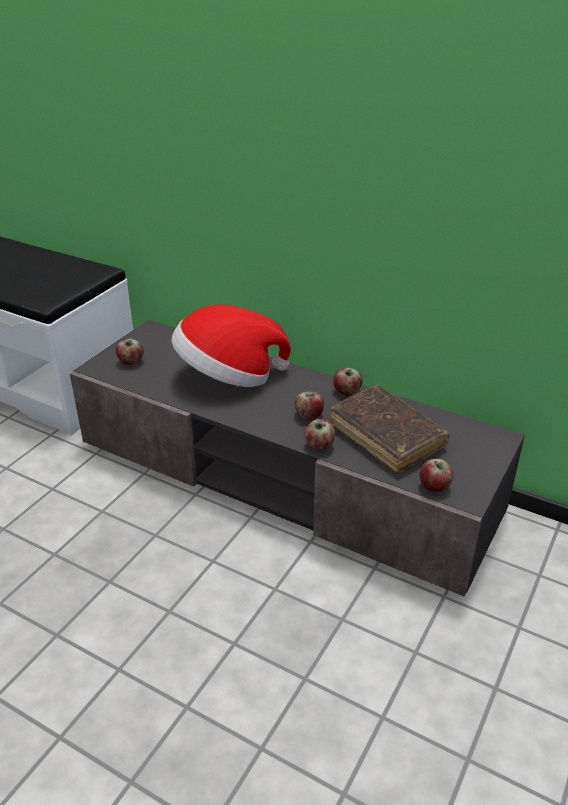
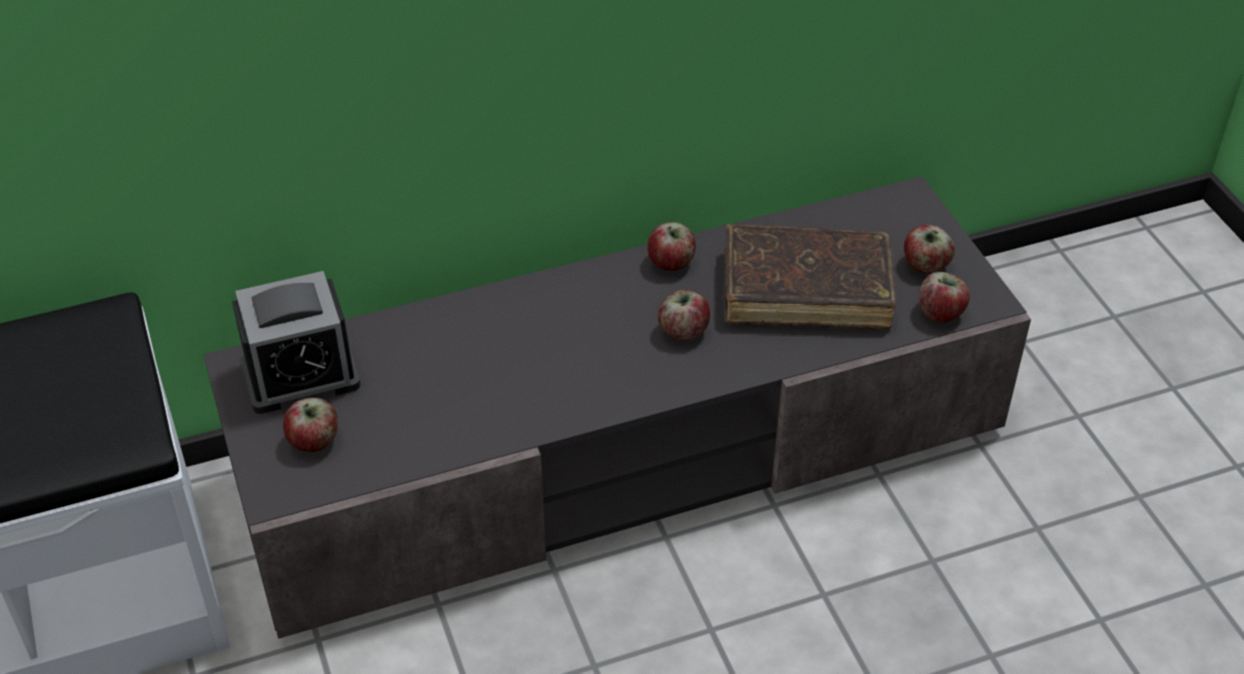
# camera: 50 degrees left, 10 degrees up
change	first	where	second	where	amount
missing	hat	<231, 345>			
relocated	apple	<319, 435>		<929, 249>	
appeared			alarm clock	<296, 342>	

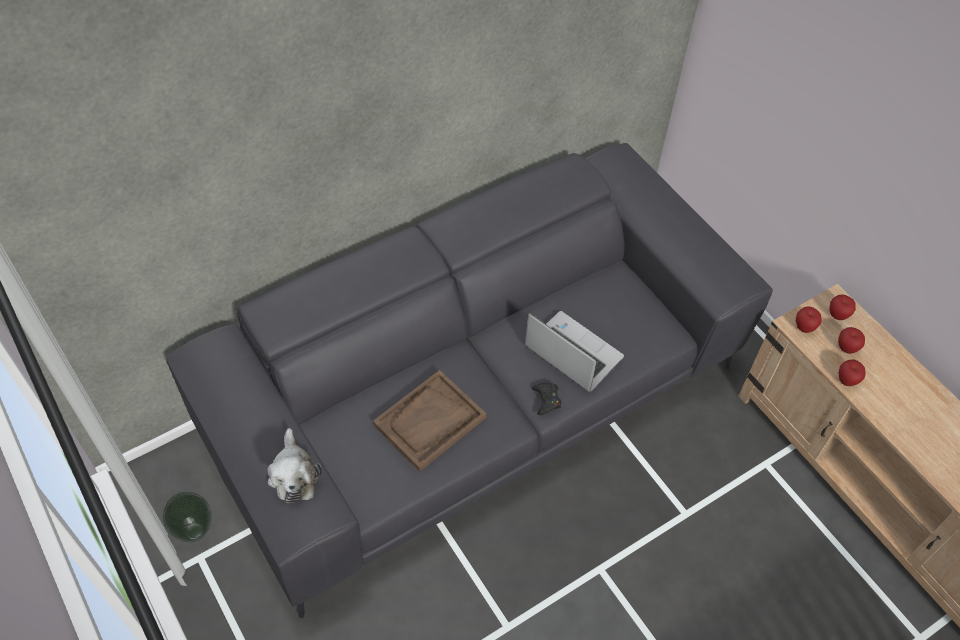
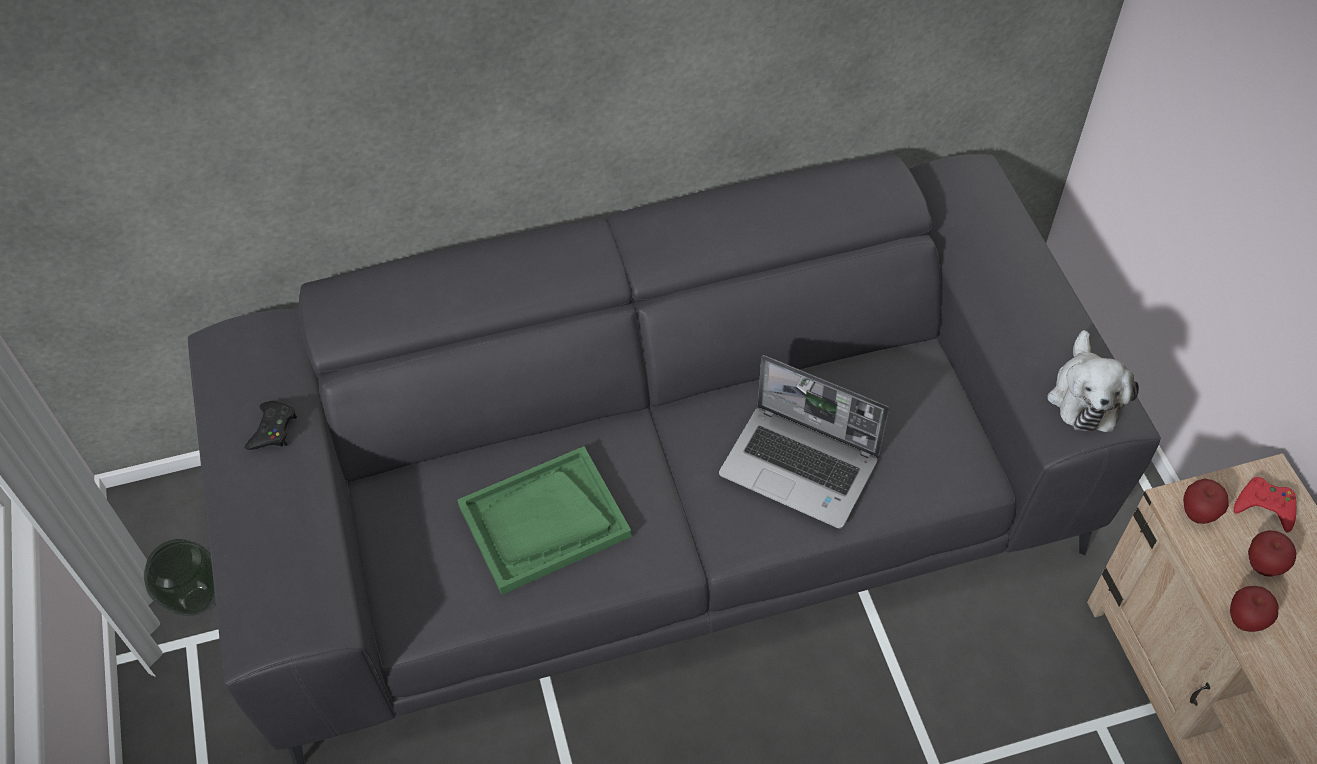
# camera: 20 degrees right, 0 degrees up
change	first	where	second	where	amount
relocated	plush toy	<294, 465>		<1093, 381>	
colour	brown tray	<429, 421>	green tray	<544, 520>	
spun	laptop	<574, 351>		<804, 442>	150 degrees clockwise
relocated	black game controller	<547, 399>		<271, 425>	
exchanged	apple	<842, 307>	red game controller	<1265, 505>	

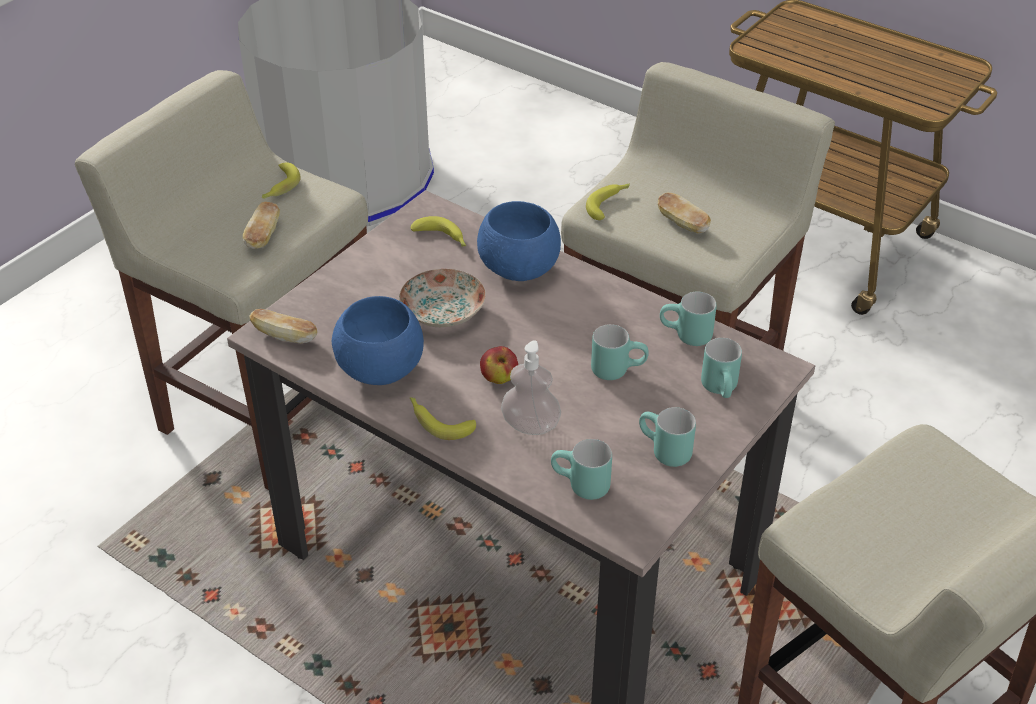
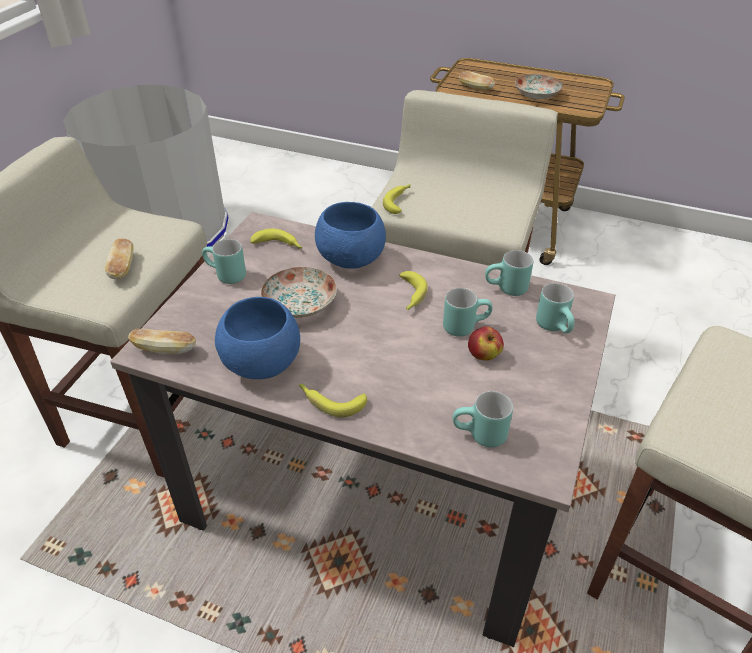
# camera: 15 degrees left, 0 degrees up
change	first	where	second	where	amount
relocated	banana	<281, 180>		<413, 290>	
relocated	apple	<499, 365>		<486, 343>	
missing	soap dispenser	<531, 387>			
relocated	turquoise mug	<667, 437>		<224, 261>	
relocated	bread	<684, 213>		<477, 80>	
appeared			plate	<539, 87>	

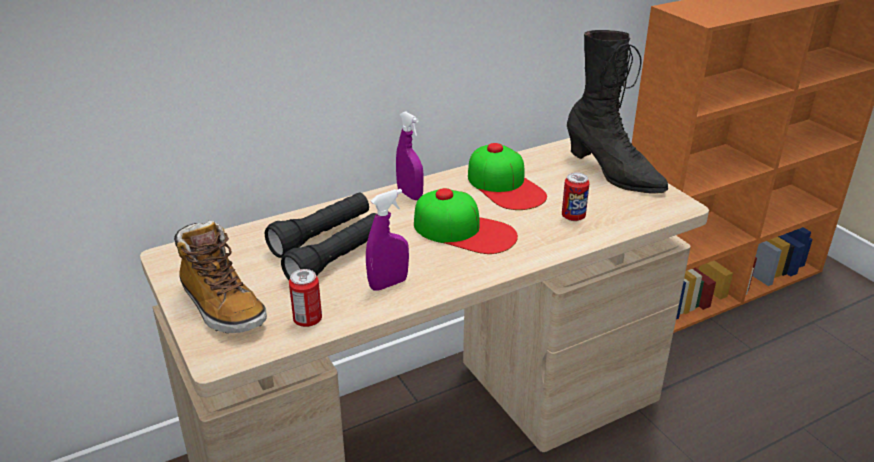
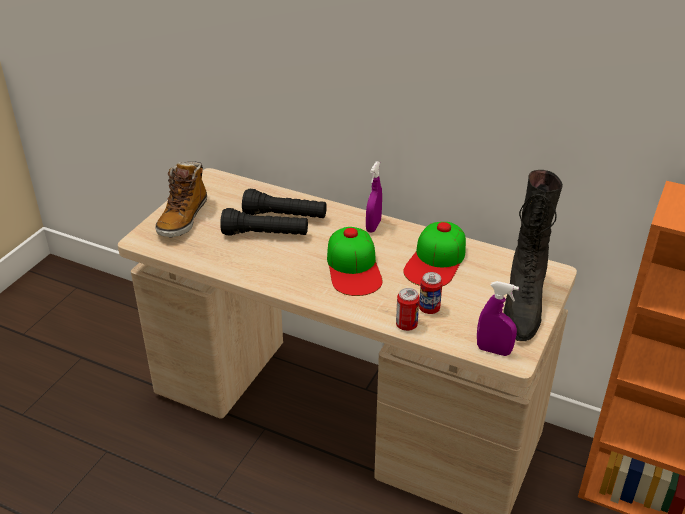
# camera: 55 degrees right, 5 degrees up
change	first	where	second	where	amount
relocated	can	<305, 298>		<408, 309>	
relocated	purple spray bottle	<387, 240>		<498, 318>	

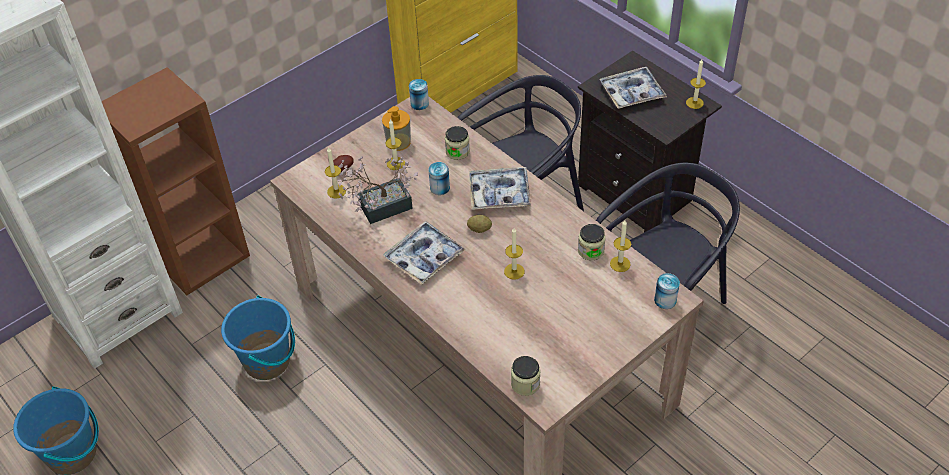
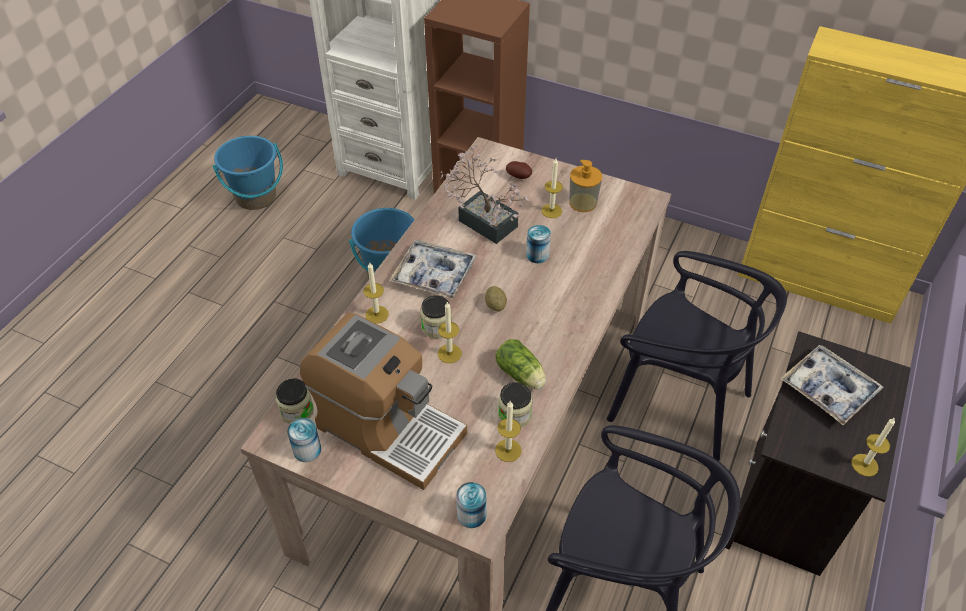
# camera: 65 degrees right, 0 degrees up
change	first	where	second	where	amount
relocated	candle	<335, 173>		<376, 293>	
relocated	can	<419, 94>		<304, 440>	
relocated	jar	<457, 143>		<436, 316>	
missing	tray	<500, 188>			
appeared			coffee machine	<383, 401>	
appeared			lettuce	<520, 364>	

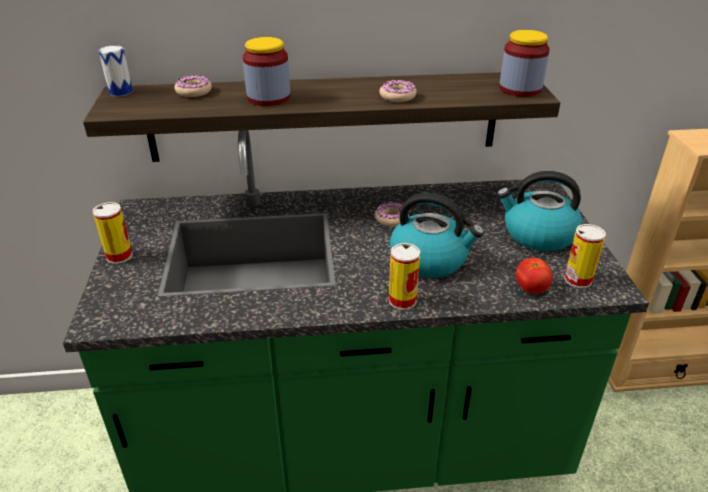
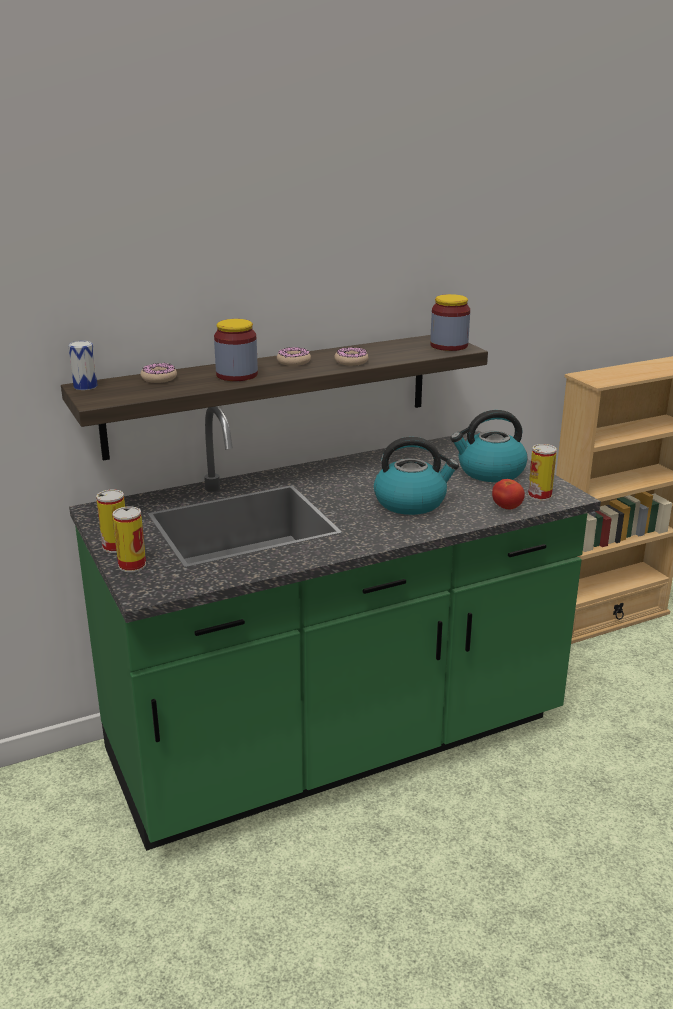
# camera: 20 degrees left, 10 degrees down
change	first	where	second	where	amount
relocated	donut	<392, 214>		<294, 356>	
relocated	can	<404, 276>		<129, 539>	

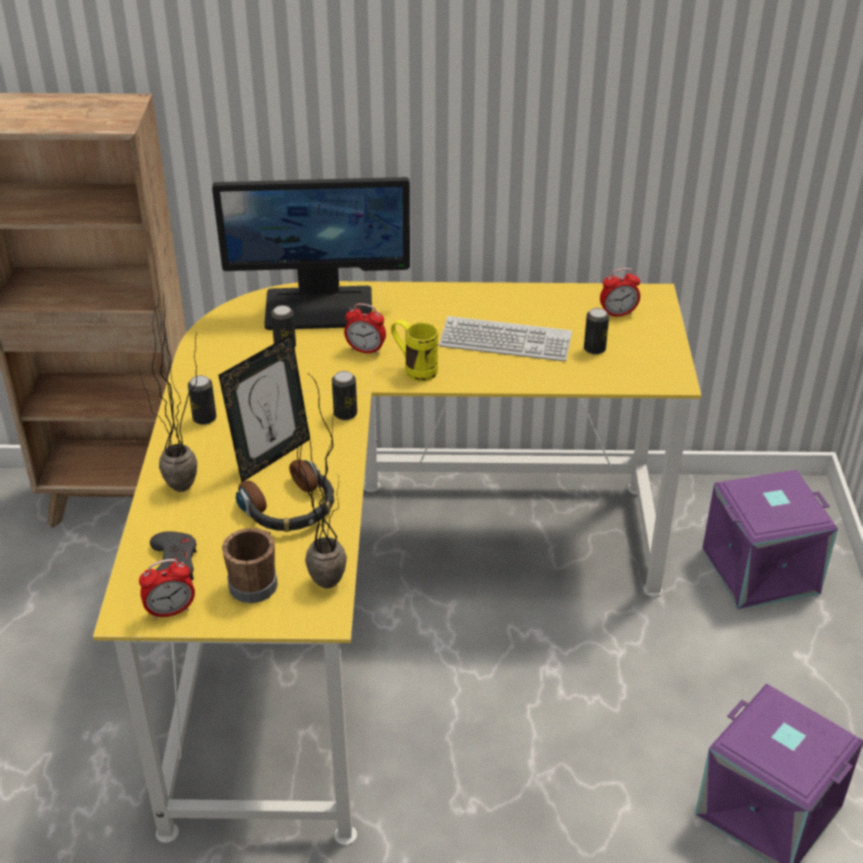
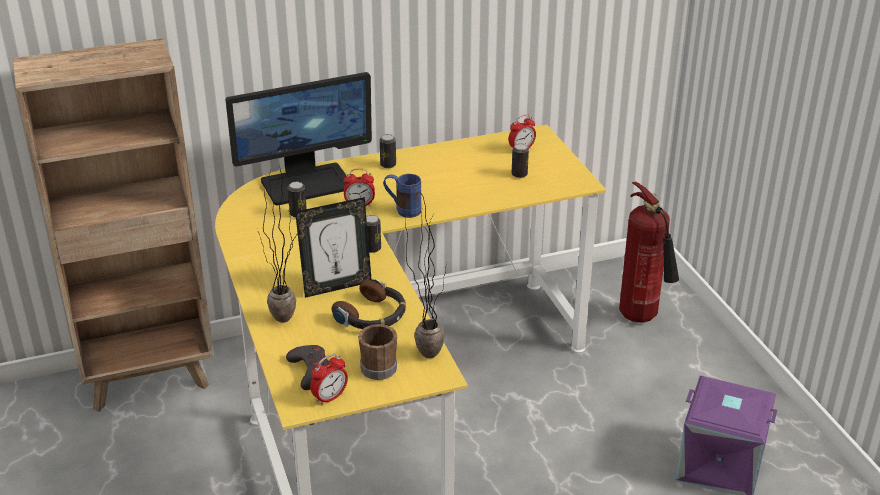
# camera: 20 degrees left, 5 degrees down
change	first	where	second	where	amount
relocated	can	<202, 400>		<388, 151>	
spun	picture frame	<263, 408>		<333, 247>	45 degrees clockwise
colour	yellow mug	<414, 350>	blue mug	<402, 196>	
missing	keyboard	<505, 338>			
exchanged	purple storage box	<770, 539>	fire extinguisher	<649, 252>	

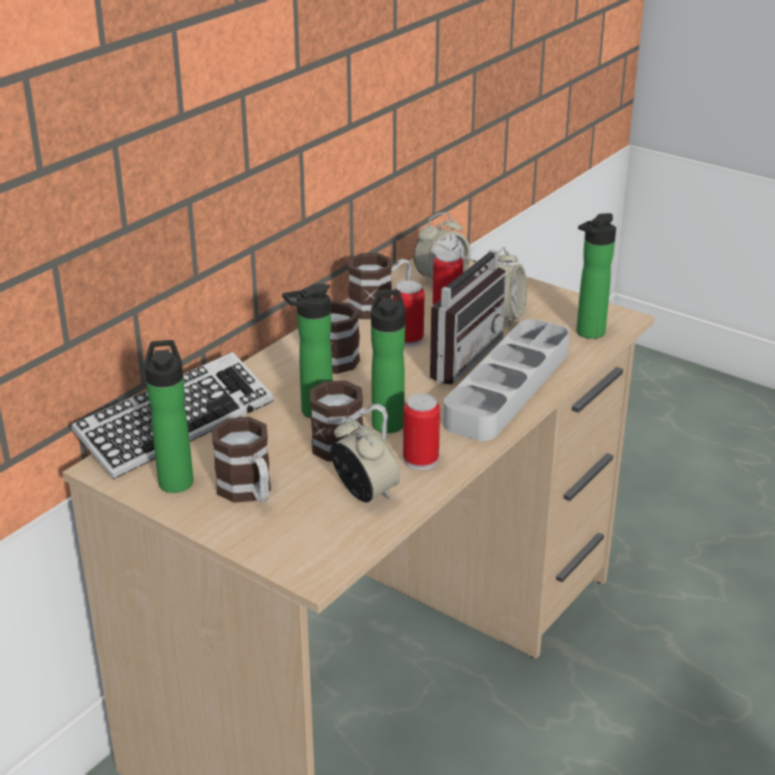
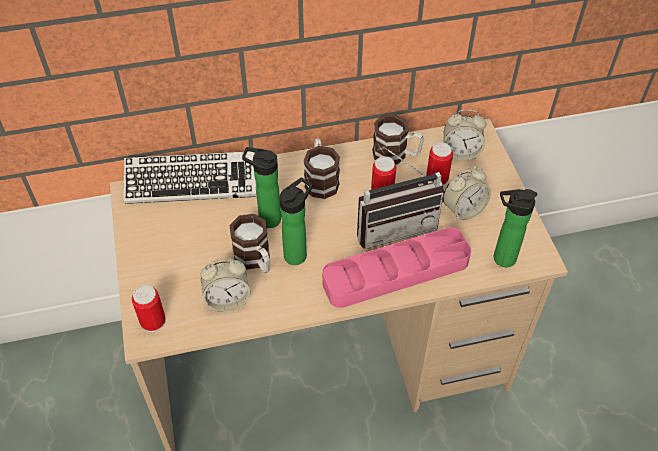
# camera: 40 degrees right, 20 degrees up
change	first	where	second	where	amount
missing	bottle	<169, 416>			
missing	mug	<241, 460>			
spun	alarm clock	<365, 459>		<225, 285>	75 degrees clockwise
relocated	can	<421, 432>		<149, 308>	
colour	grey tray	<506, 380>	pink tray	<396, 267>	

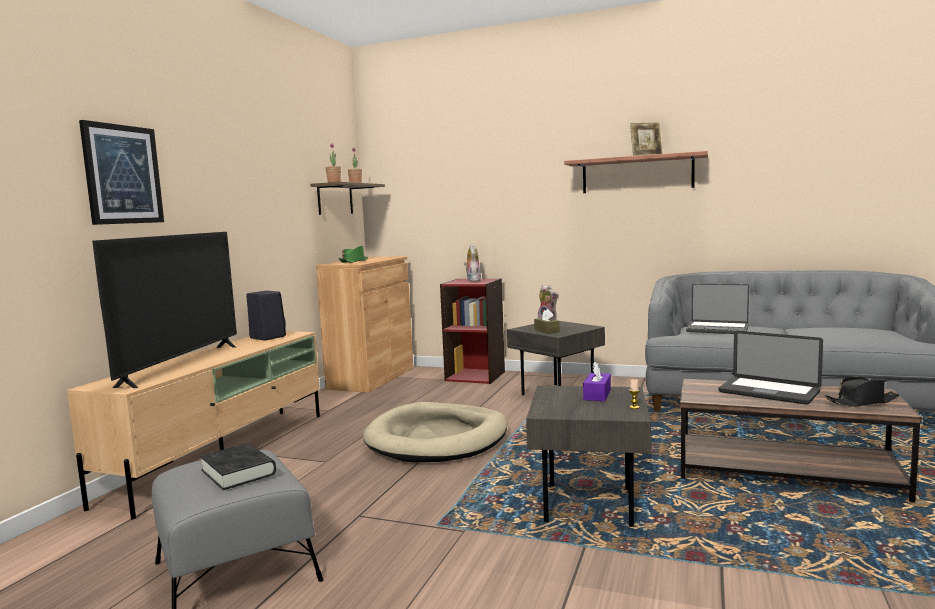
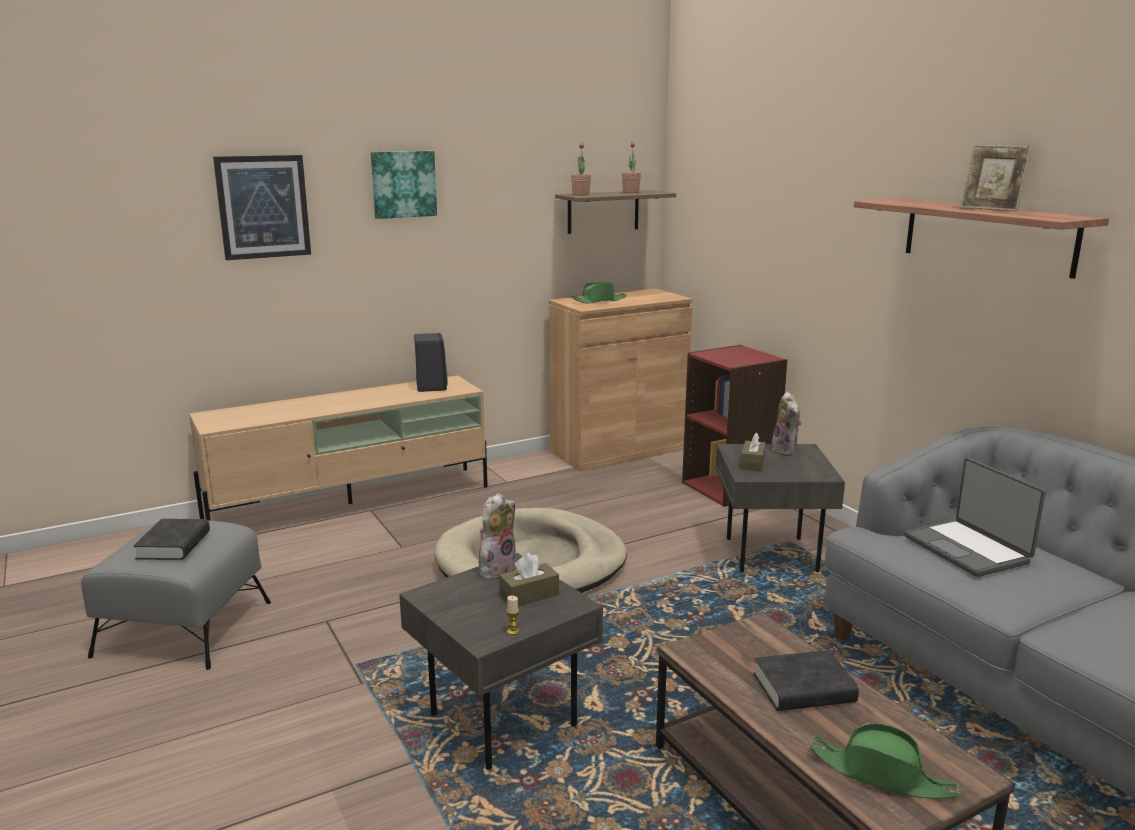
# camera: 40 degrees right, 10 degrees up
change	first	where	second	where	amount
missing	television	<164, 310>			
relocated	plush toy	<472, 262>		<497, 536>	
colour	purple tissue box	<597, 381>	brown tissue box	<529, 579>	
exchanged	laptop	<771, 368>	black book	<806, 680>	
colour	black hat	<862, 392>	green hat	<885, 761>	
appeared			picture	<404, 185>	

